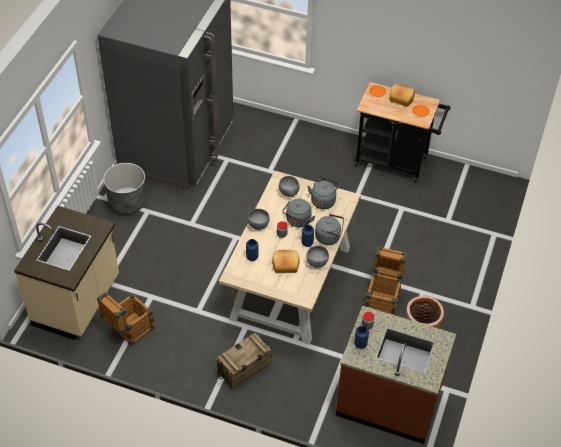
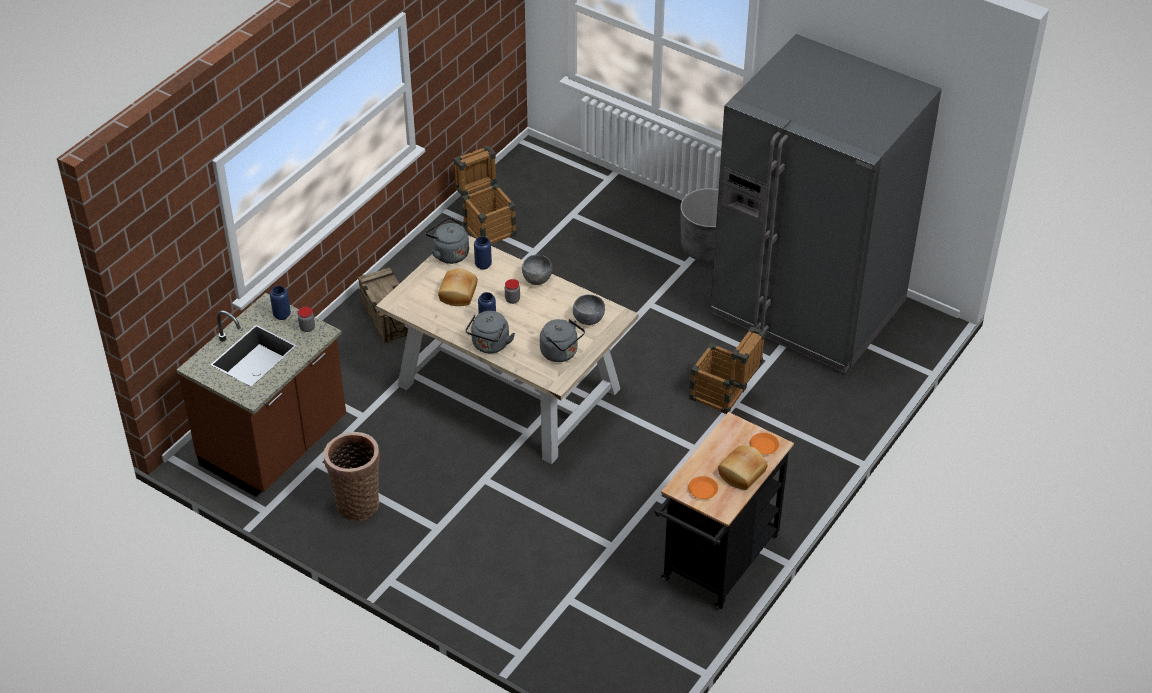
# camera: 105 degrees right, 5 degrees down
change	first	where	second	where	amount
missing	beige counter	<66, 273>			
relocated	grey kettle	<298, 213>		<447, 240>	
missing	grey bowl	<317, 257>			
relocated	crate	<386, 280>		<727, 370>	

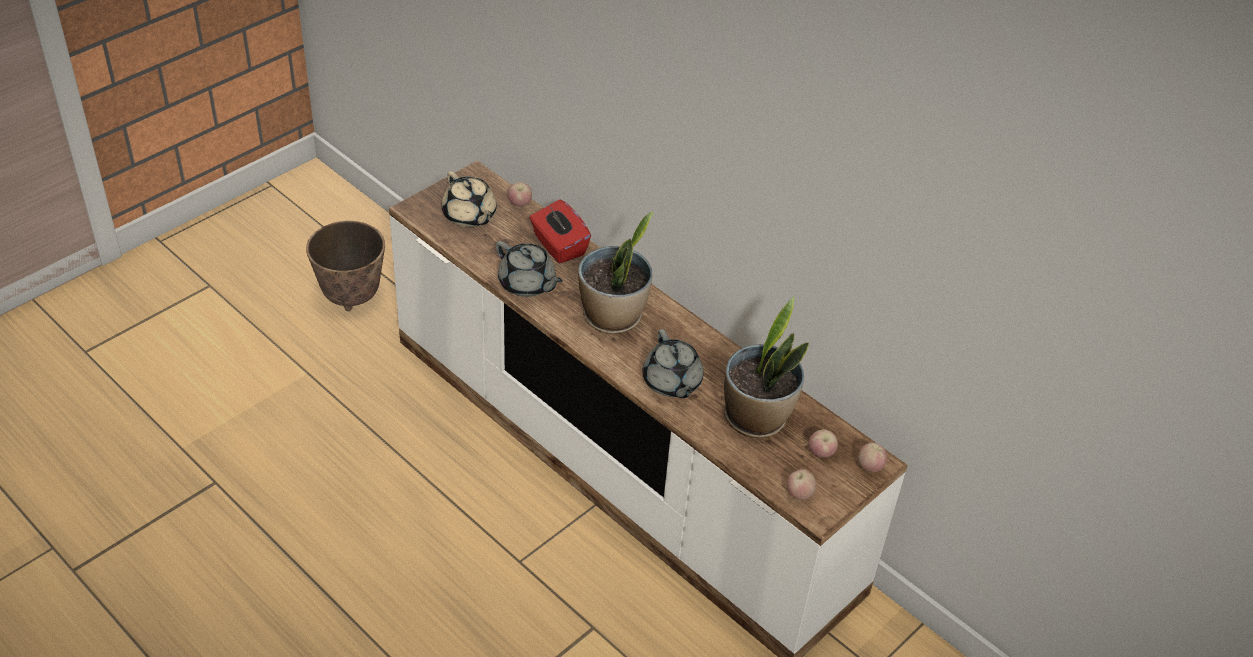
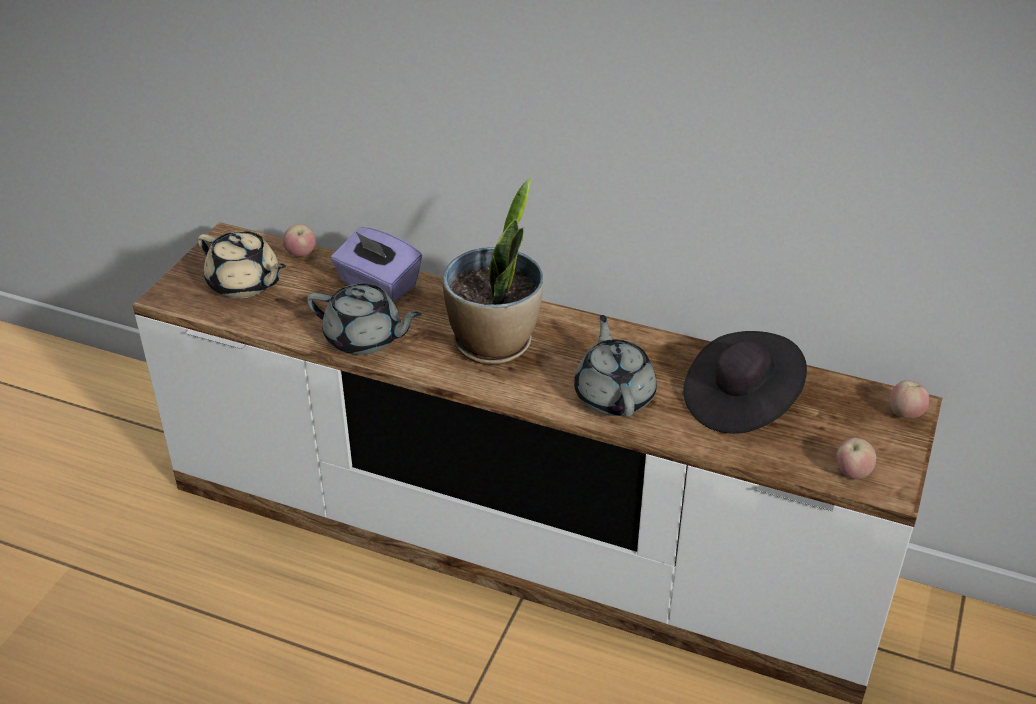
# camera: 20 degrees left, 5 degrees down
change	first	where	second	where	amount
missing	planter	<345, 266>			
colour	red tissue box	<560, 231>	purple tissue box	<376, 265>	
spun	grey teapot	<672, 363>		<615, 366>	150 degrees counterclockwise
exchanged	potted plant	<766, 367>	black hat	<745, 382>	
missing	apple	<823, 443>			

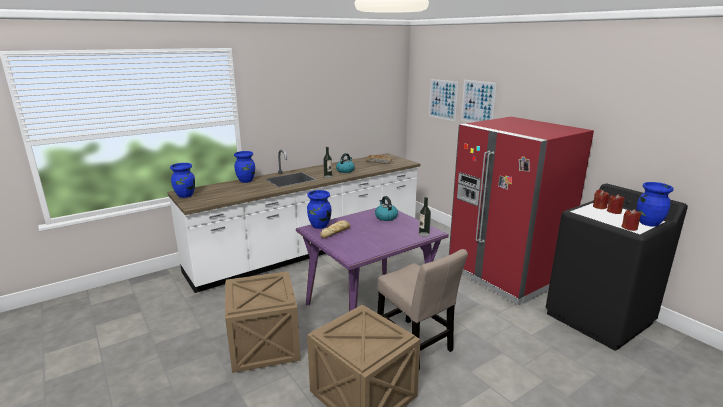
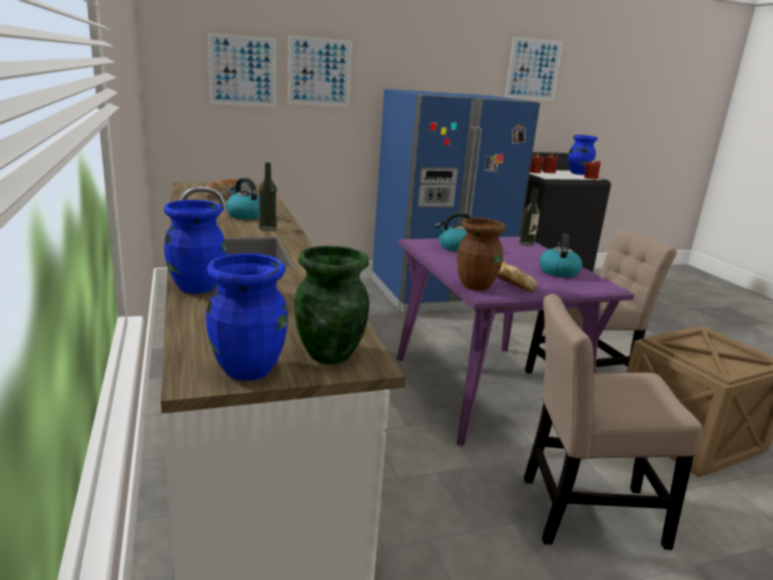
# camera: 75 degrees left, 0 degrees up
change	first	where	second	where	amount
exchanged	crate	<262, 322>	beige chair	<613, 422>	
colour	blue vase	<319, 209>	brown vase	<481, 254>	
colour	red fridge	<521, 211>	blue fridge	<456, 201>	
appeared			green vase	<331, 305>	
appeared			picture	<534, 69>	
appeared			kettle	<560, 255>	

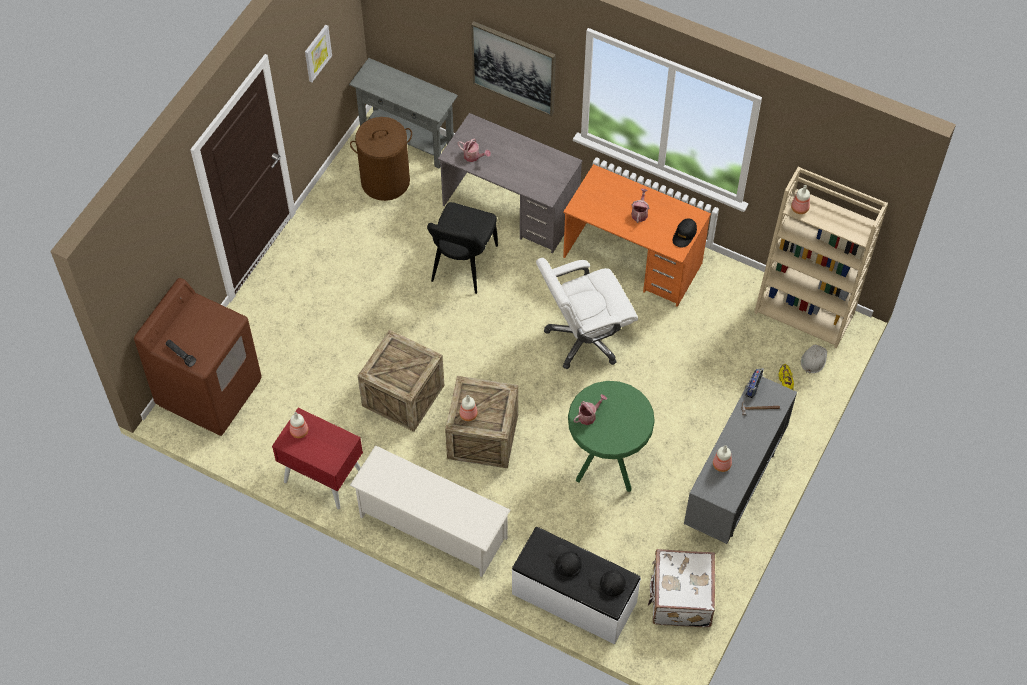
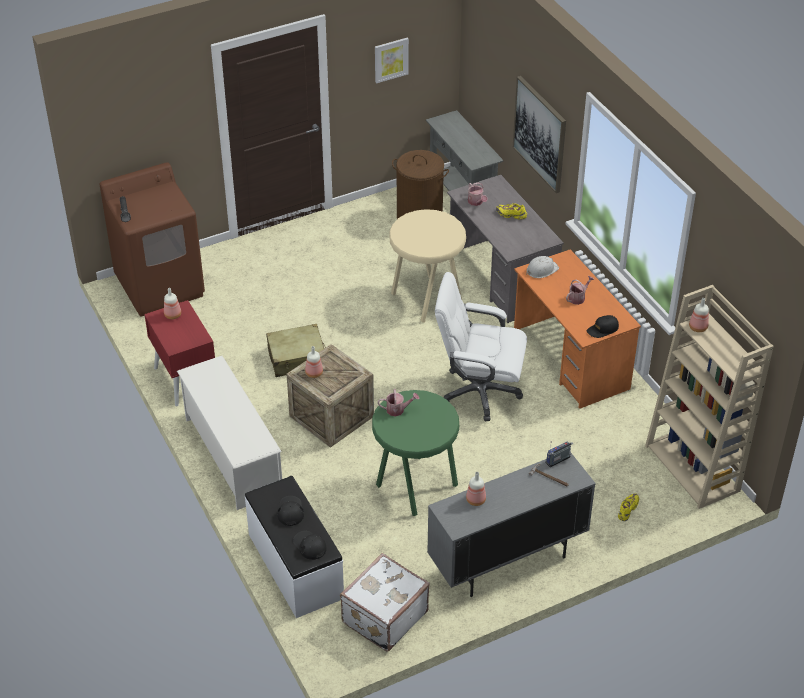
# camera: 35 degrees right, 15 degrees down
change	first	where	second	where	amount
exchanged	crate	<401, 380>	beige suitcase	<296, 350>	
exchanged	black chair	<462, 248>	beige stool	<427, 265>	
relocated	white hard hat	<814, 359>		<542, 267>	
appeared			yellow shoe	<511, 211>	

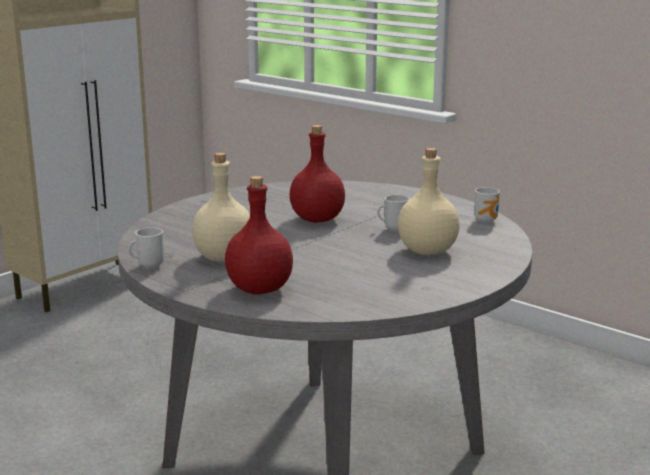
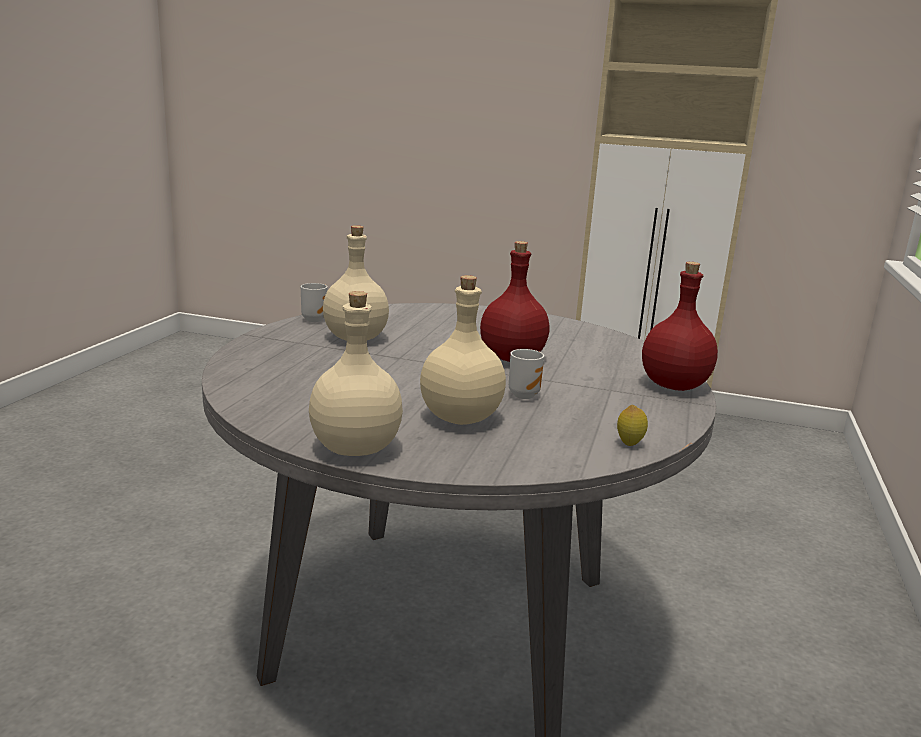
# camera: 65 degrees right, 0 degrees up
change	first	where	second	where	amount
relocated	red bottle	<259, 235>		<680, 326>	
exchanged	mug	<487, 205>	lemon	<632, 425>	
appeared			beige bottle	<356, 373>	

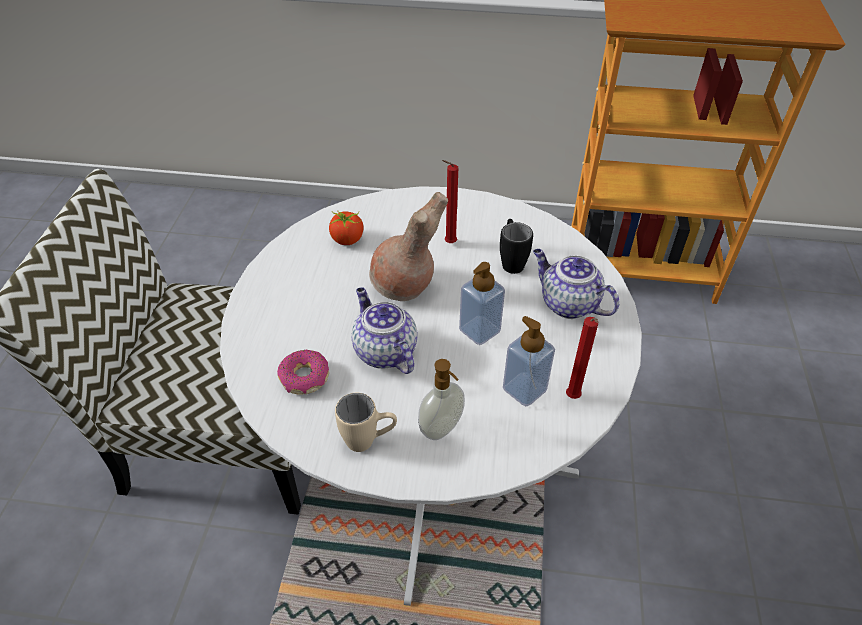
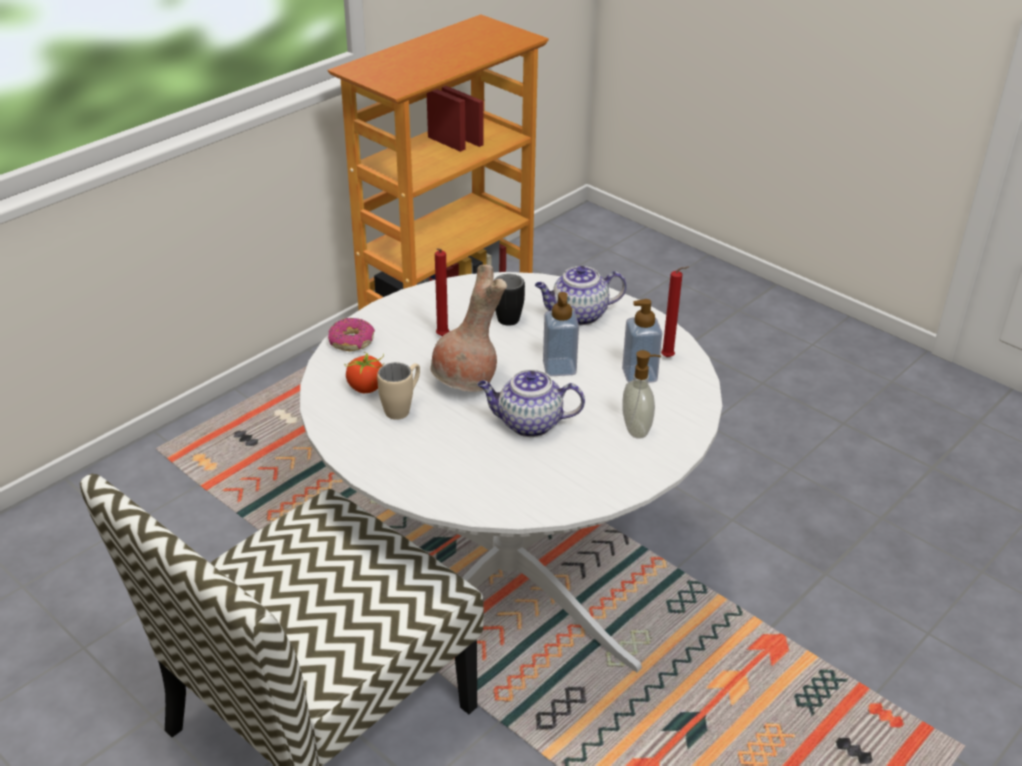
# camera: 55 degrees left, 10 degrees down
change	first	where	second	where	amount
relocated	donut	<303, 372>		<351, 334>	
relocated	beige mug	<366, 422>		<398, 391>	

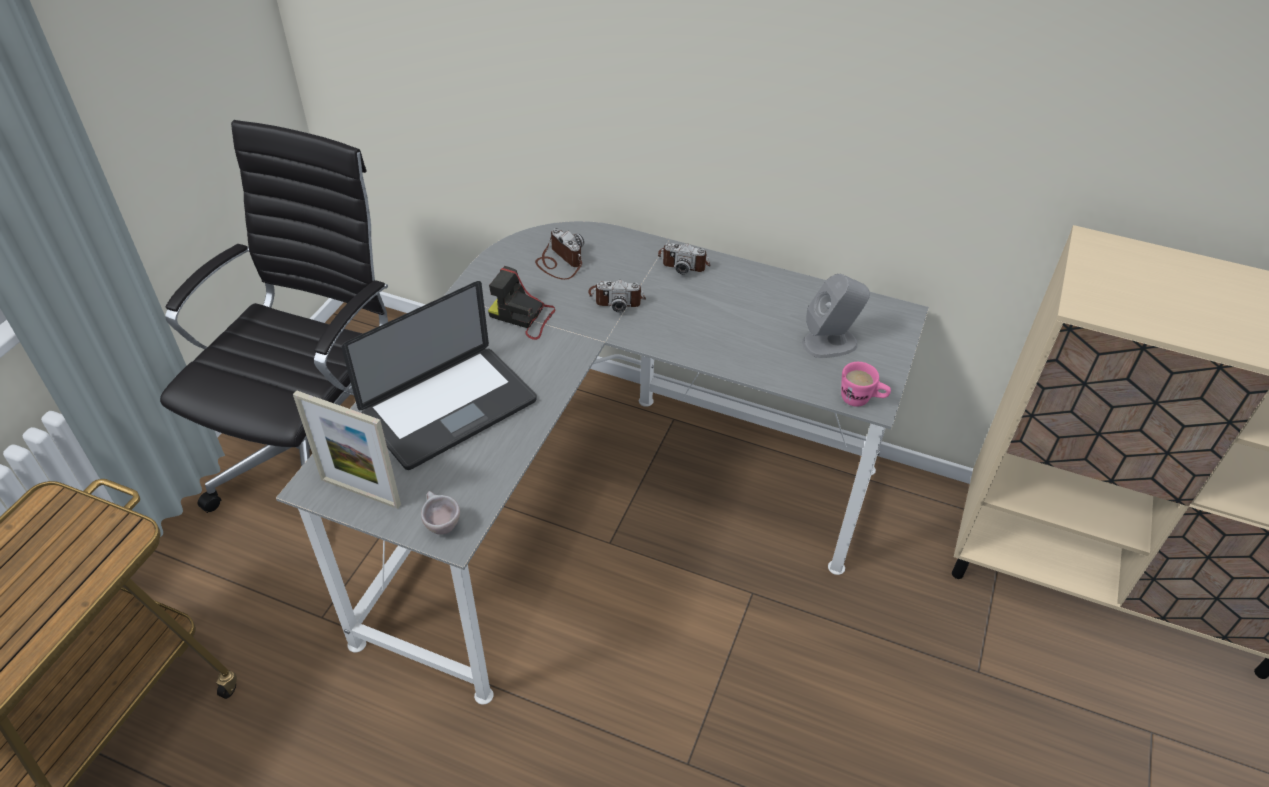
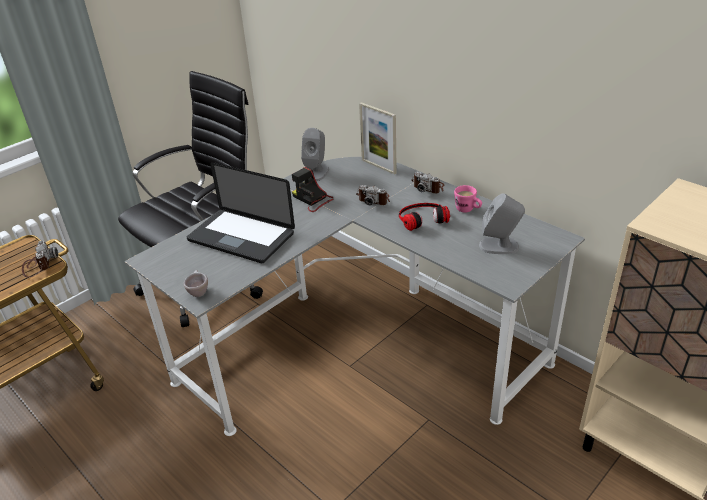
# camera: 25 degrees right, 10 degrees down
change	first	where	second	where	amount
relocated	picture frame	<347, 449>		<378, 138>	
spun	laptop	<439, 375>		<241, 212>	45 degrees clockwise
relocated	photo camera	<559, 254>		<40, 259>	
relocated	pink mug	<866, 384>		<468, 198>	
appeared			grey speaker	<315, 154>	
appeared			headphones	<424, 217>	

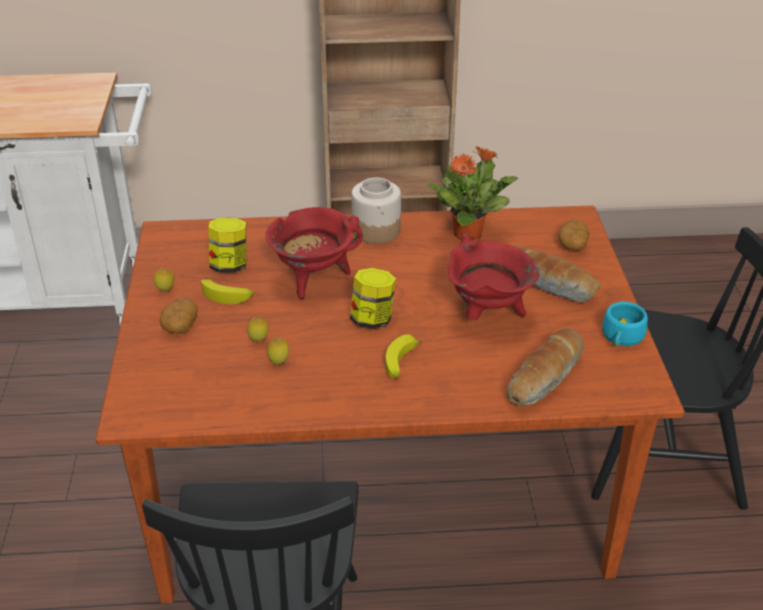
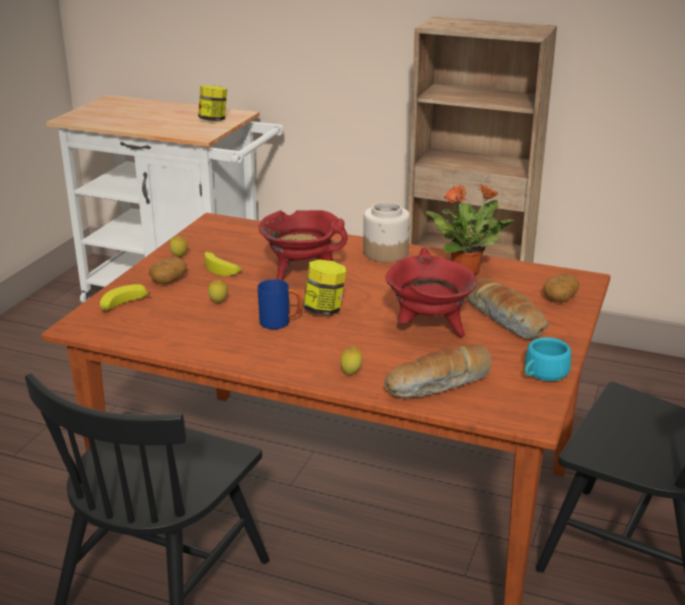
# camera: 25 degrees right, 10 degrees down
change	first	where	second	where	amount
relocated	jar	<227, 245>		<212, 103>	
relocated	lemon	<278, 351>		<351, 360>	
relocated	banana	<403, 356>		<125, 297>	
appeared			blue mug	<279, 304>	

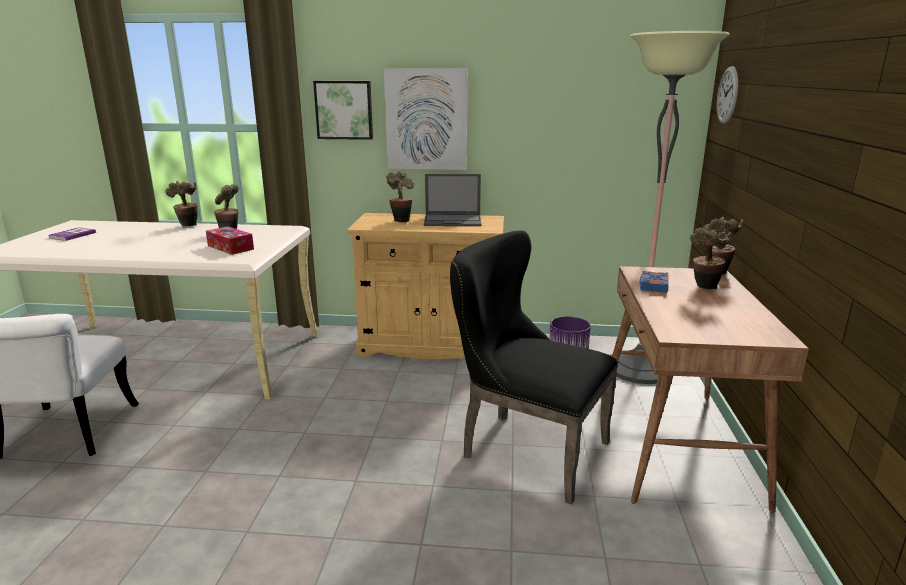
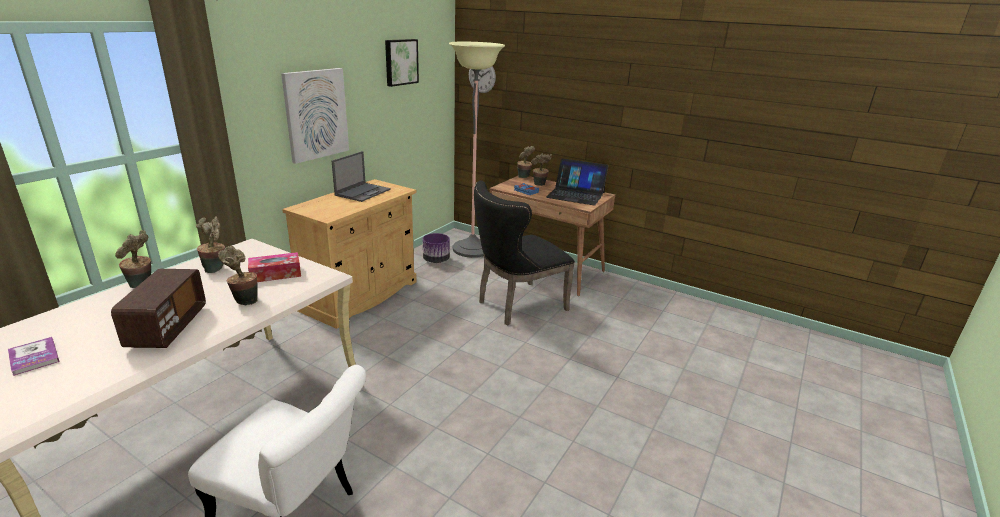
# camera: 65 degrees left, 5 degrees up
change	first	where	second	where	amount
relocated	picture	<343, 110>		<402, 63>	
relocated	potted plant	<400, 197>		<238, 276>	
appeared			radio	<158, 308>	
appeared			laptop	<577, 182>	

